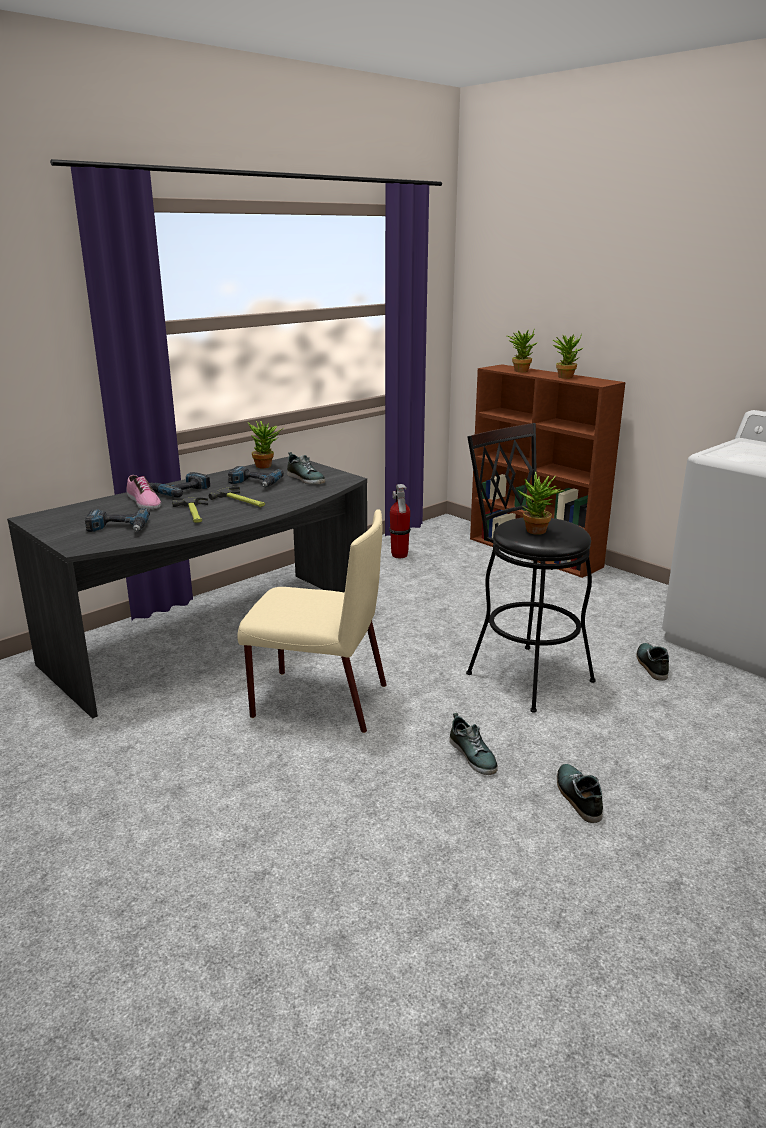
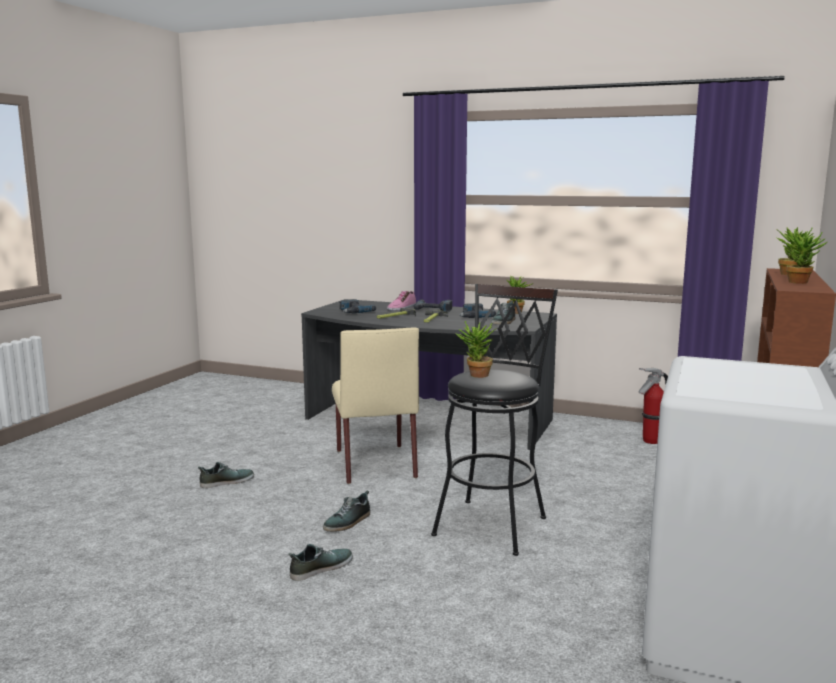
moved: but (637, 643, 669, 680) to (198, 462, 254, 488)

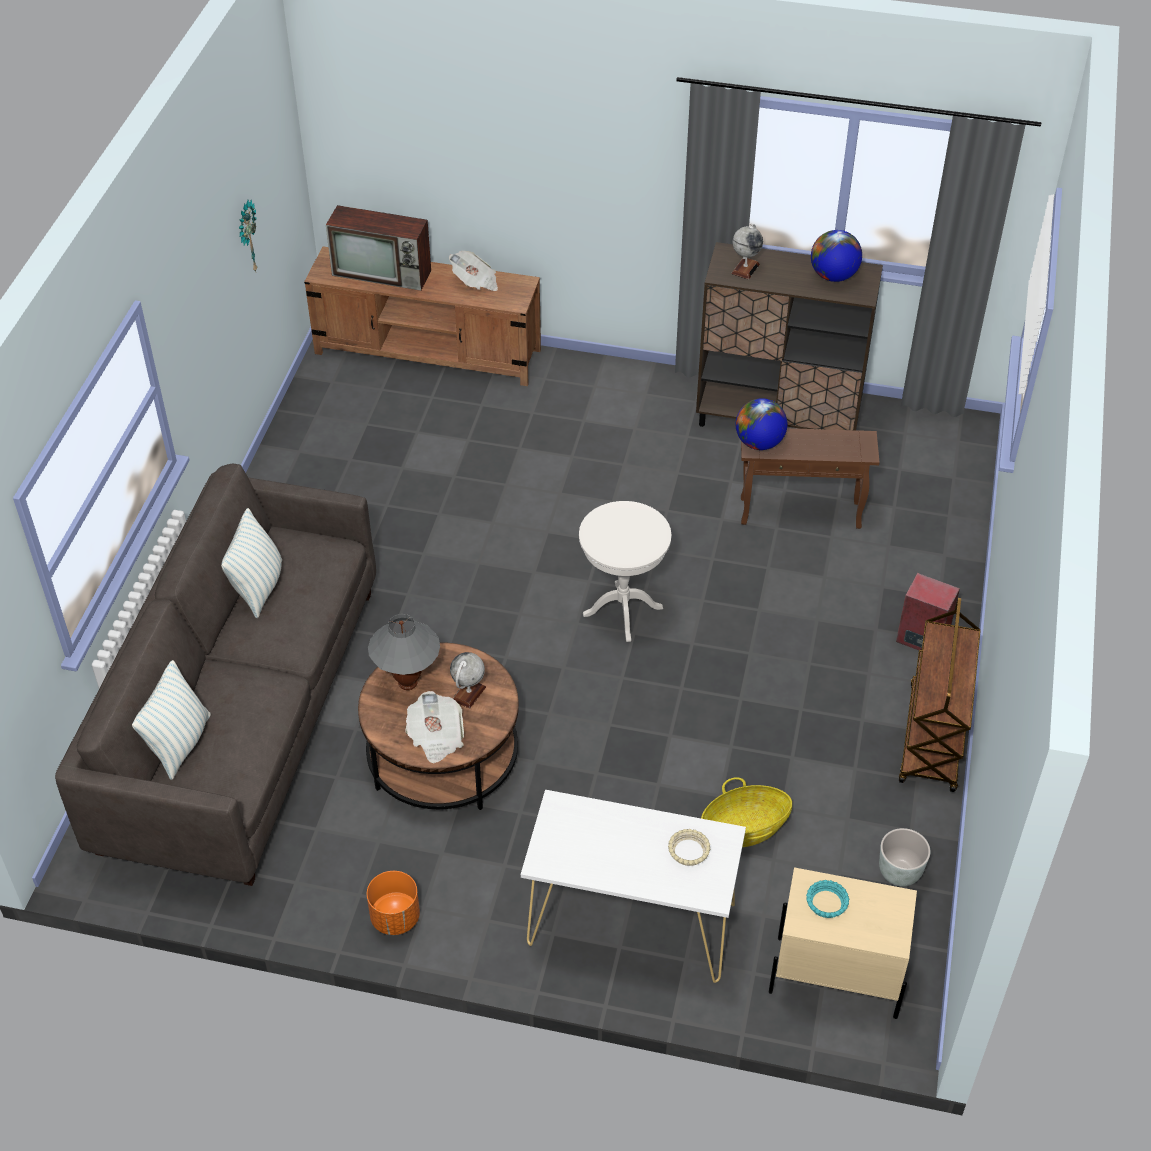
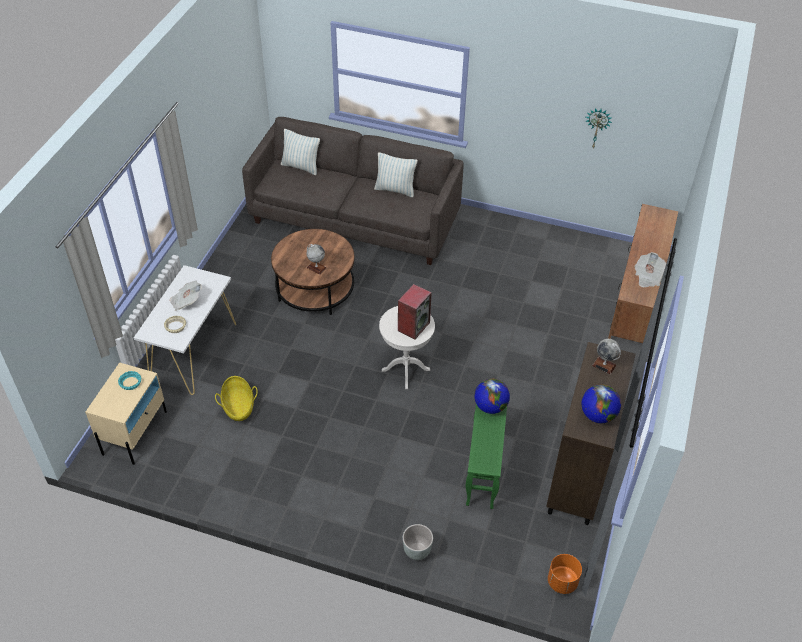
removed: telewizor (326, 205, 431, 291); lampa stołowa/szary (368, 614, 440, 690); wózek/brązowy (899, 597, 981, 792)
moved: donica/pomarańczowy (367, 871, 420, 935) to (548, 554, 582, 594); gazeta (405, 691, 464, 763) to (169, 280, 202, 311); donica/szary (879, 828, 930, 887) to (403, 524, 433, 560); głośnik (896, 573, 960, 650) to (398, 284, 432, 339)
recoloured: stolik/brązowy (741, 428, 880, 529) to stolik/zielony (466, 404, 507, 509)

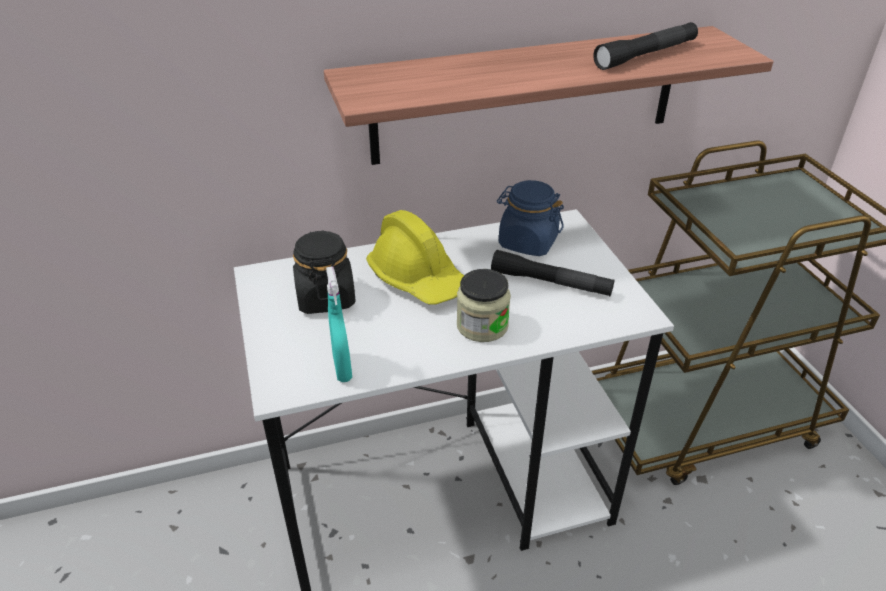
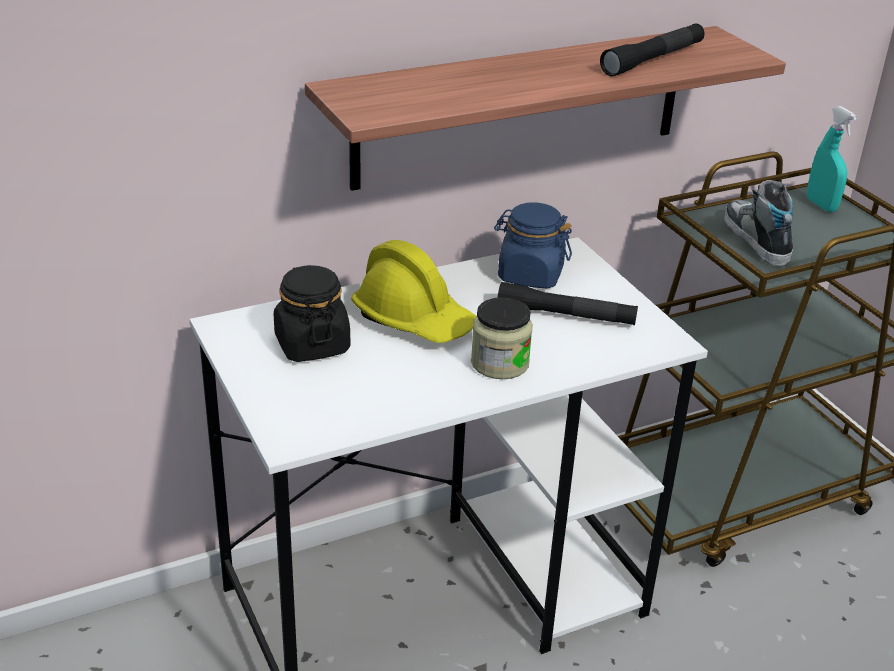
added: but (724, 180, 793, 266)
moved: spryskiwacz/turkusowy (326, 266, 352, 382) to (807, 106, 857, 212)

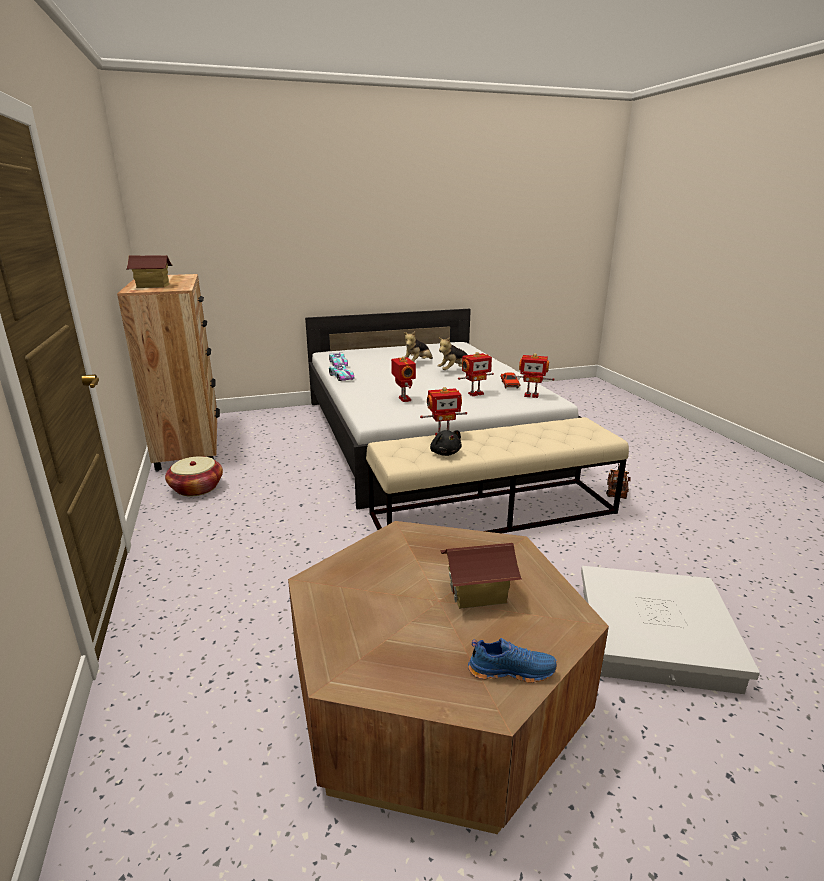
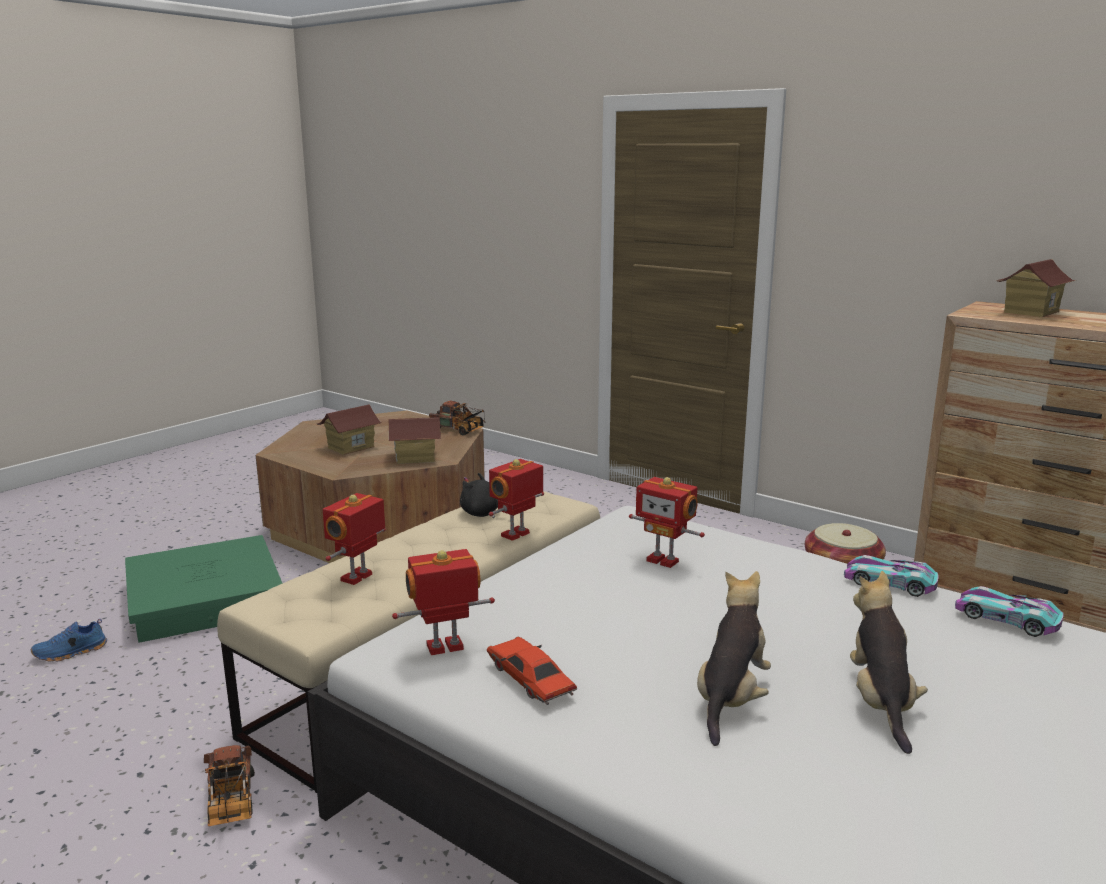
added: domek (388, 417, 441, 464); ciężarówka zabawkowa (429, 401, 486, 436)
moved: robot zabawkowy (458, 352, 494, 396) to (323, 493, 386, 585); but/niebieski (468, 638, 557, 683) to (31, 619, 107, 662)
recoloured: pojemnik do przechowywania/biały (581, 566, 760, 694) to pojemnik do przechowywania/zielony (125, 535, 282, 643)

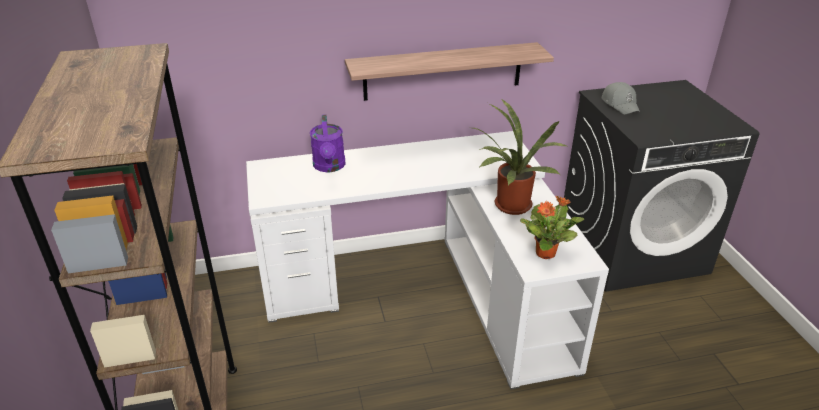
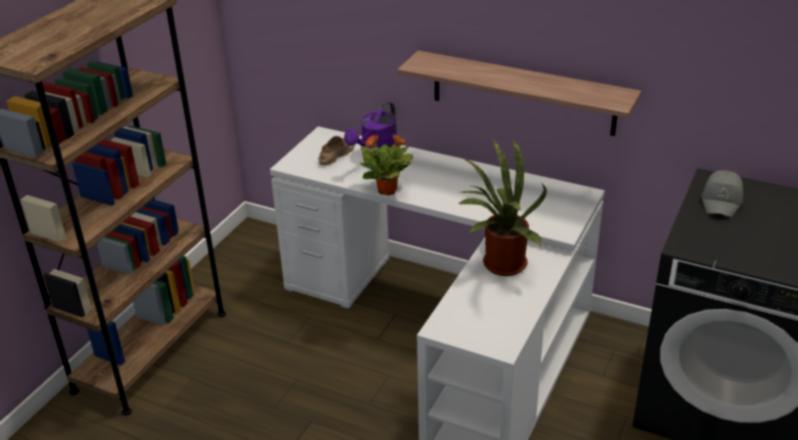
added: but/beżowy (318, 136, 355, 165)
moved: roślina doniczkowa (520, 195, 584, 259) to (360, 134, 413, 195)

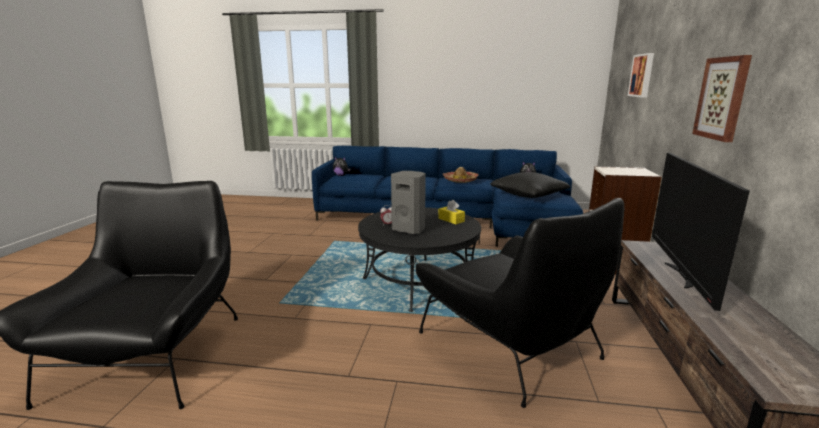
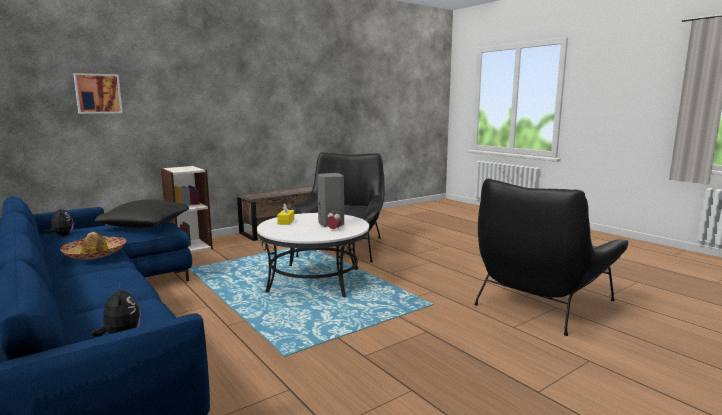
removed: telewizor (652, 153, 750, 311); obraz (692, 55, 752, 142)
recoloured: ława/czarny (358, 207, 481, 312) to ława/biały (257, 213, 369, 298)

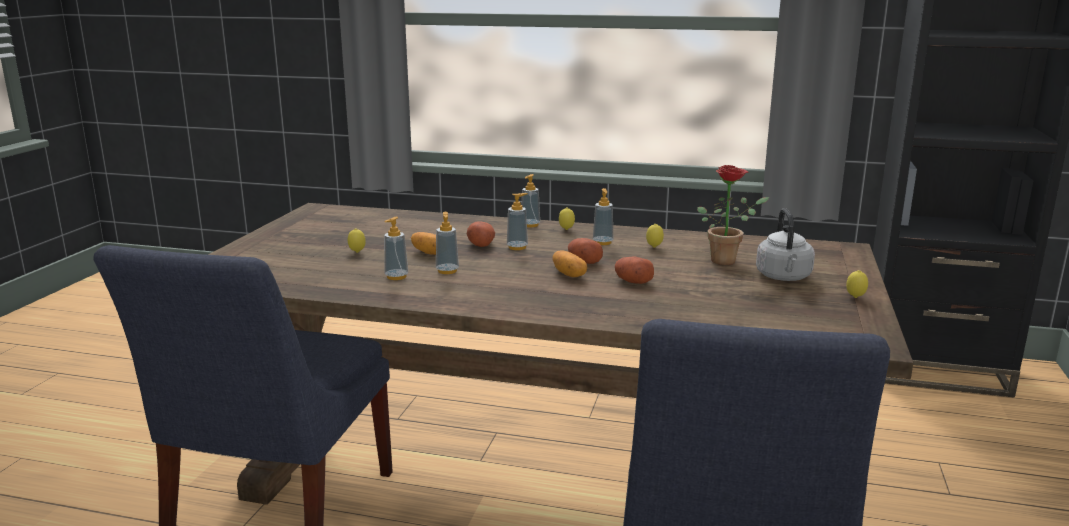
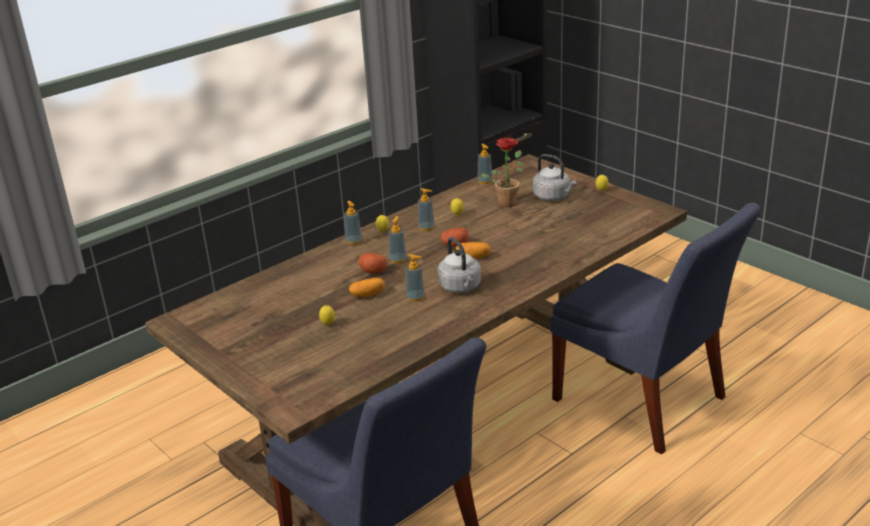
removed: ziemniak (615, 257, 654, 284)
added: czajnik/szary (438, 237, 481, 293)
moved: dozownik mydła (384, 217, 408, 280) to (478, 144, 493, 184)

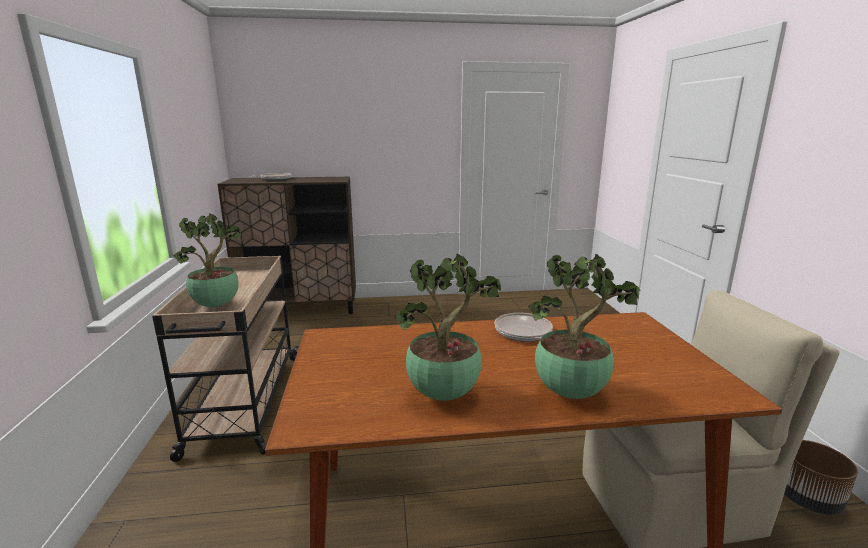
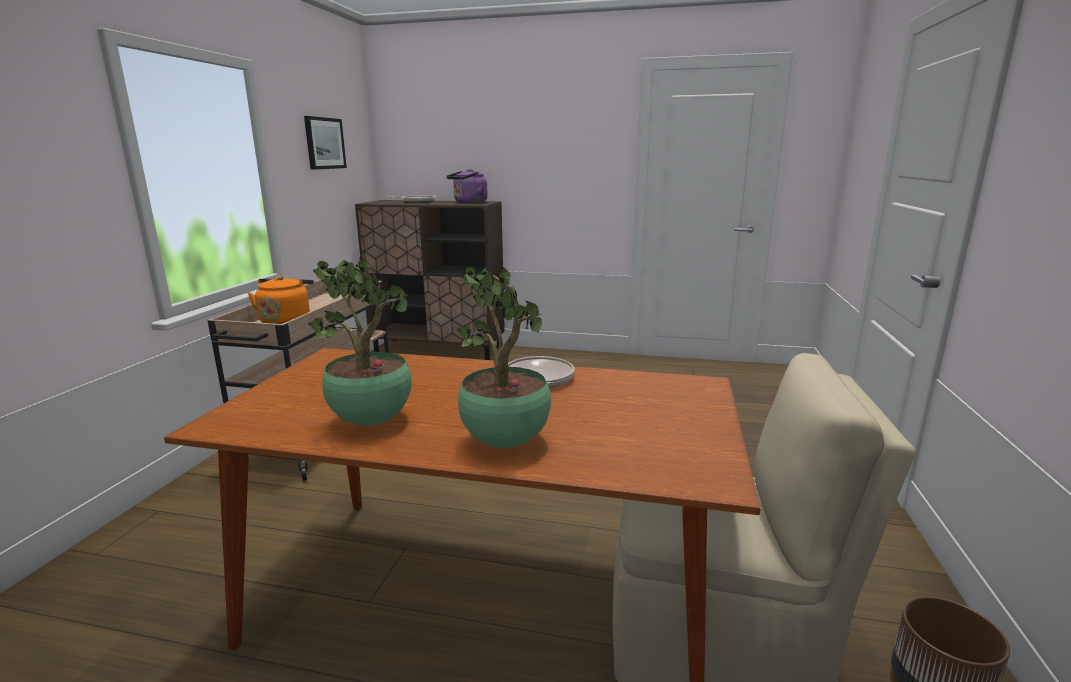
added: obraz (304, 116, 347, 170); czajnik/fioletowy (447, 169, 487, 204)
replaced: roślina doniczkowa (173, 213, 241, 307) to czajnik/pomarańczowy (248, 276, 314, 324)

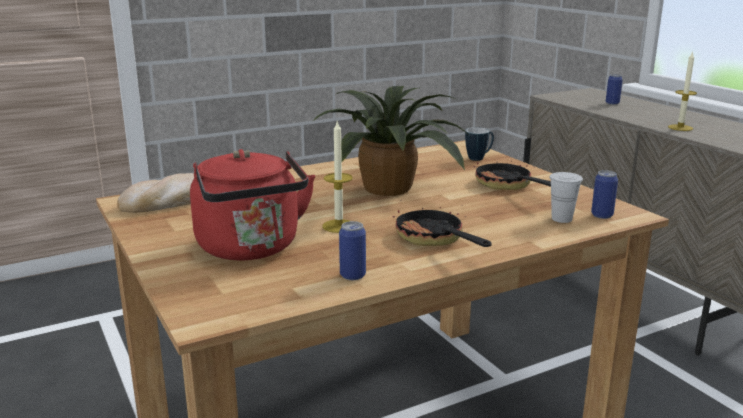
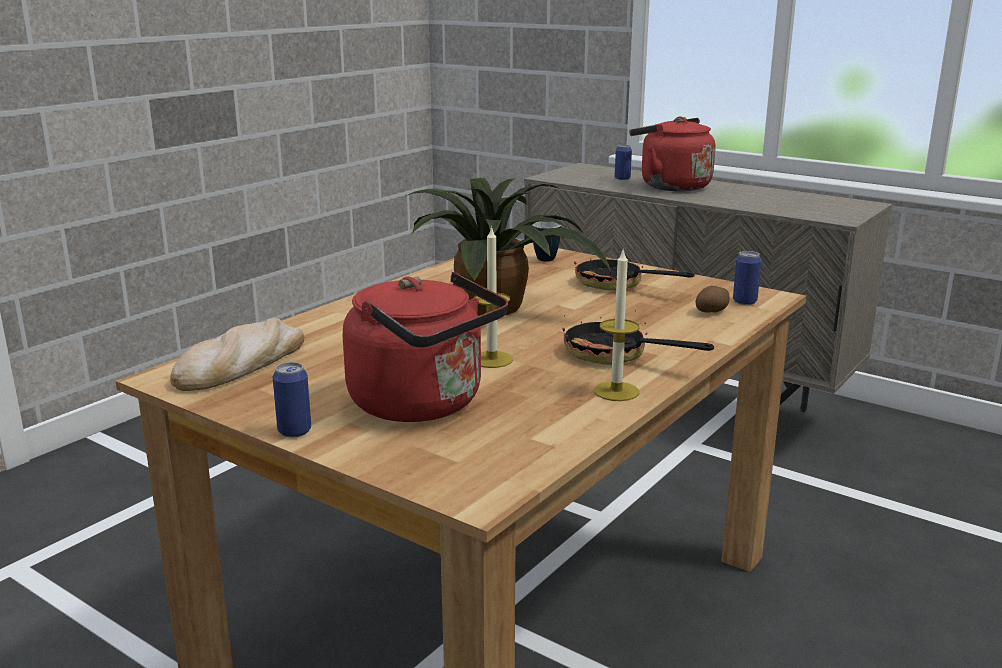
added: czajnik/czerwony (629, 116, 715, 191)
moved: puszka (339, 221, 366, 280) to (273, 362, 311, 437); świeca (668, 51, 697, 131) to (594, 250, 639, 401)
replaced: filiżanka/biały (549, 172, 583, 223) to ziemniak (696, 286, 730, 313)

